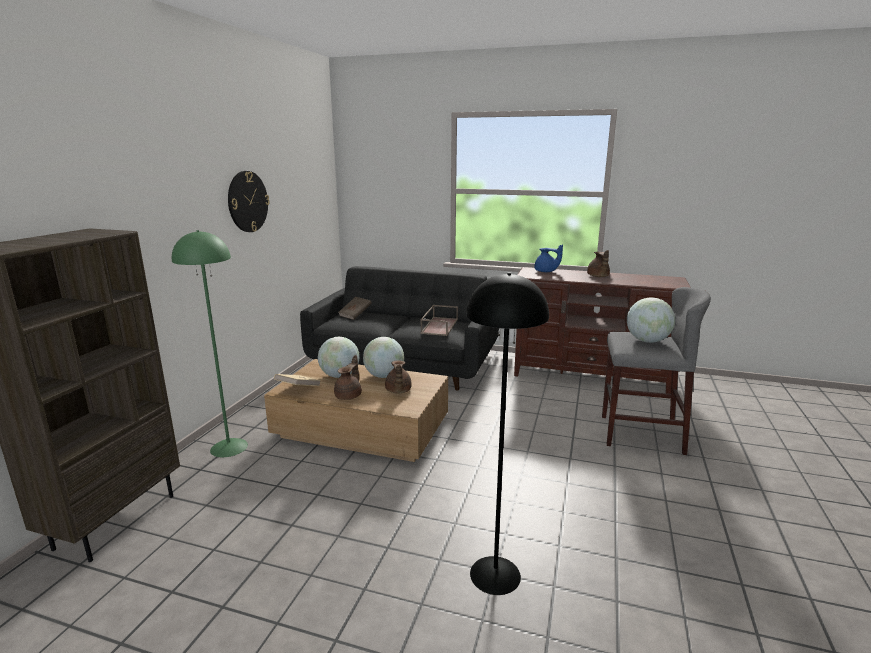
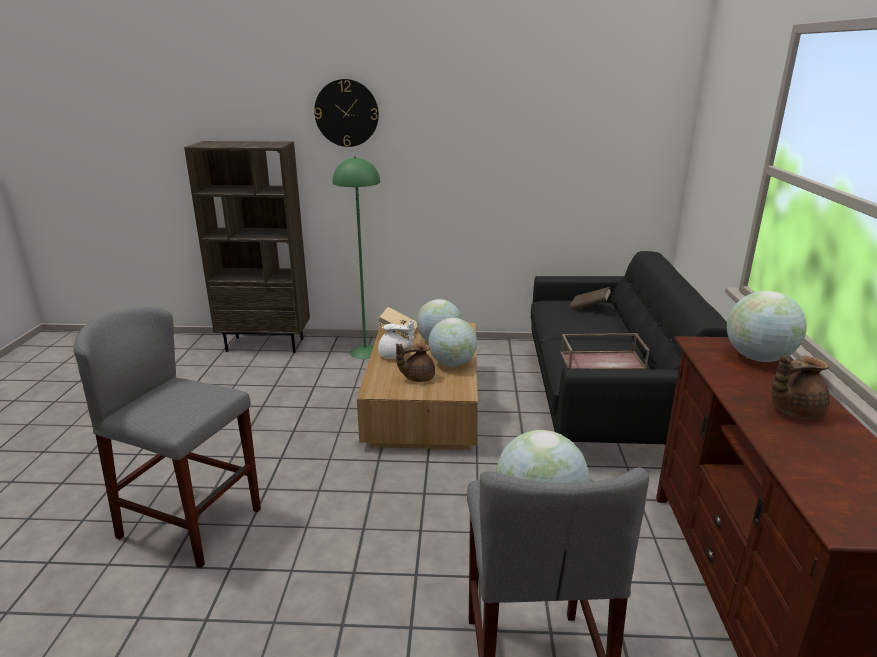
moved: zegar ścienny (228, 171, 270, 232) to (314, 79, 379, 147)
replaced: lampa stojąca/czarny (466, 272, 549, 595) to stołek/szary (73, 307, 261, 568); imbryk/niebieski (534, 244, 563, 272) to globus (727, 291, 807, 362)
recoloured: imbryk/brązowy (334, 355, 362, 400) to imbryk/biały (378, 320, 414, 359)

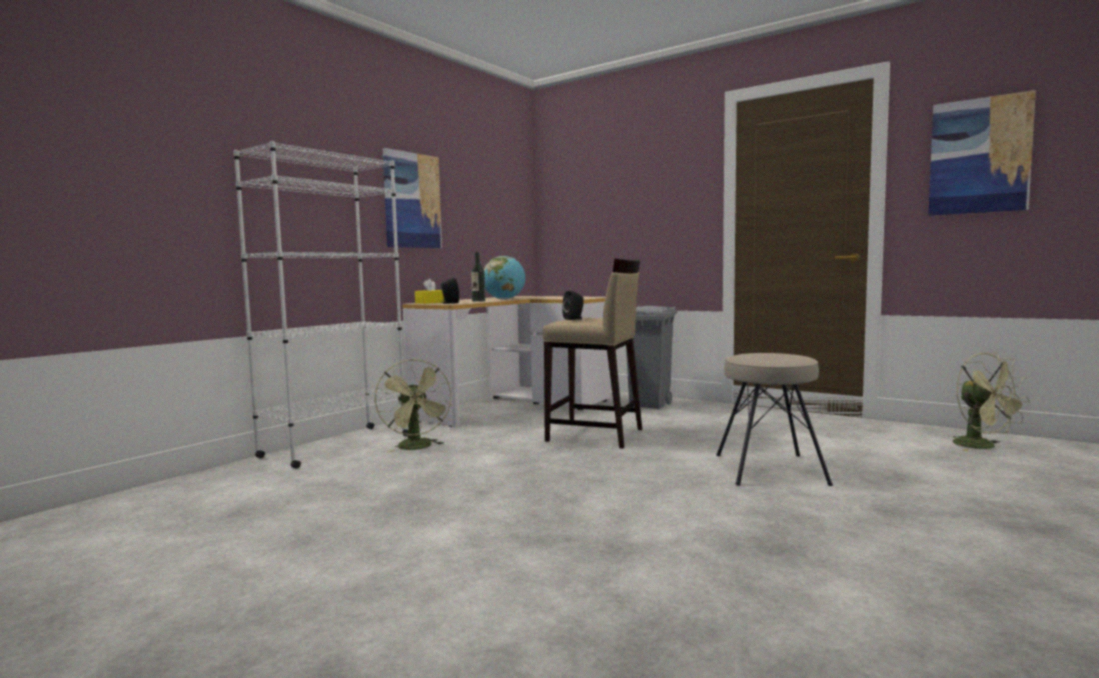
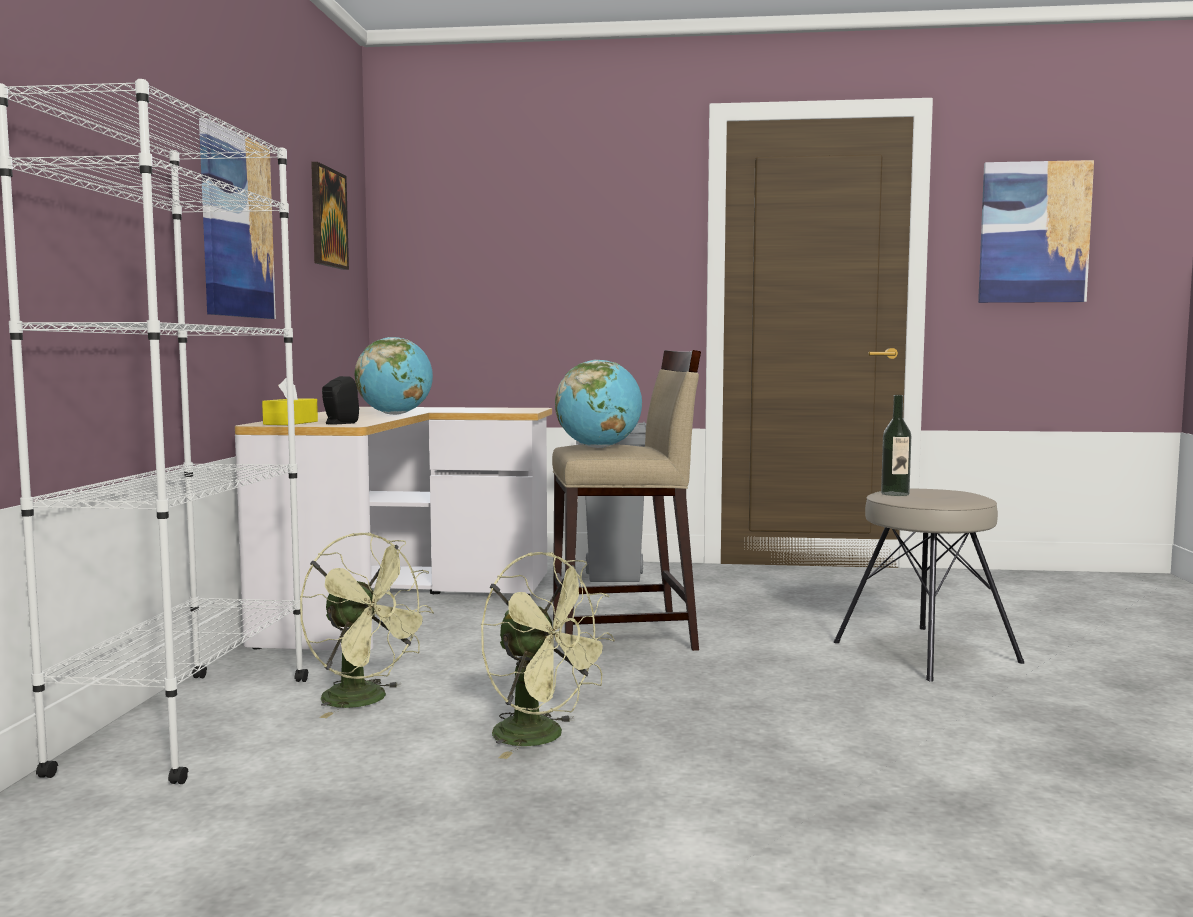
added: obraz (311, 162, 349, 270)
moved: butelka (471, 252, 485, 302) to (881, 395, 911, 496); wentylator/zielony (953, 352, 1030, 451) to (480, 552, 615, 759)
replaced: głośnik/czarny (562, 291, 584, 320) to globus (555, 360, 642, 448)

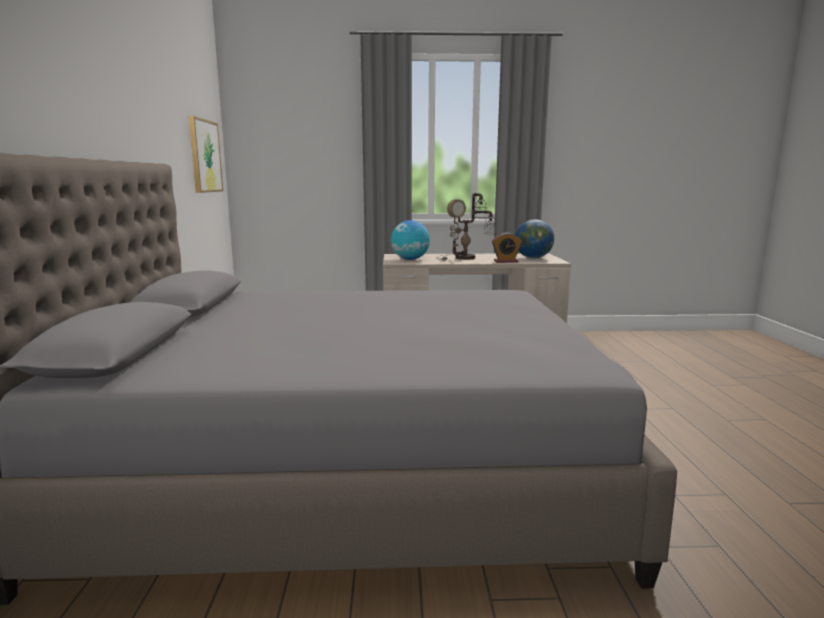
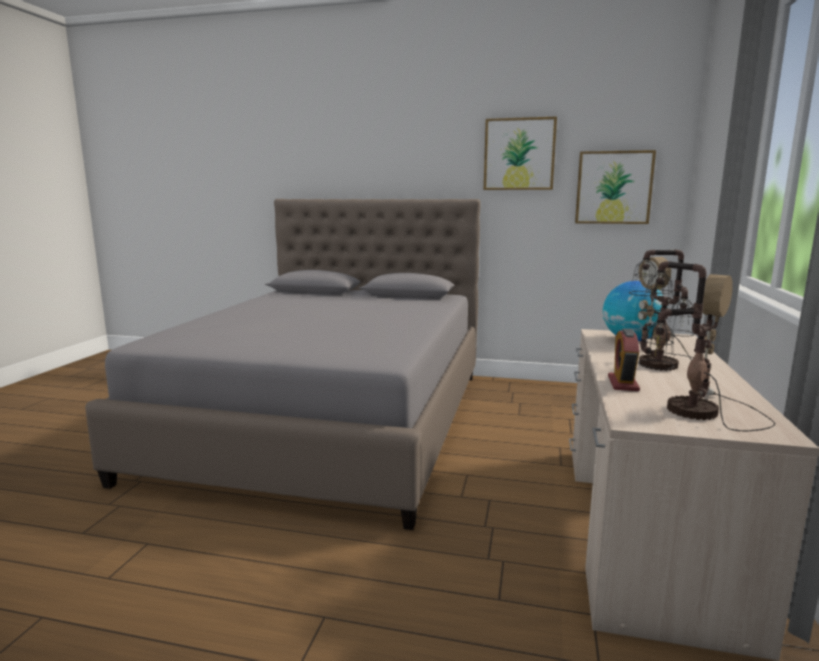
added: obraz (484, 117, 557, 190)
replaced: globus (515, 220, 554, 258) to lampa stołowa (638, 261, 775, 431)

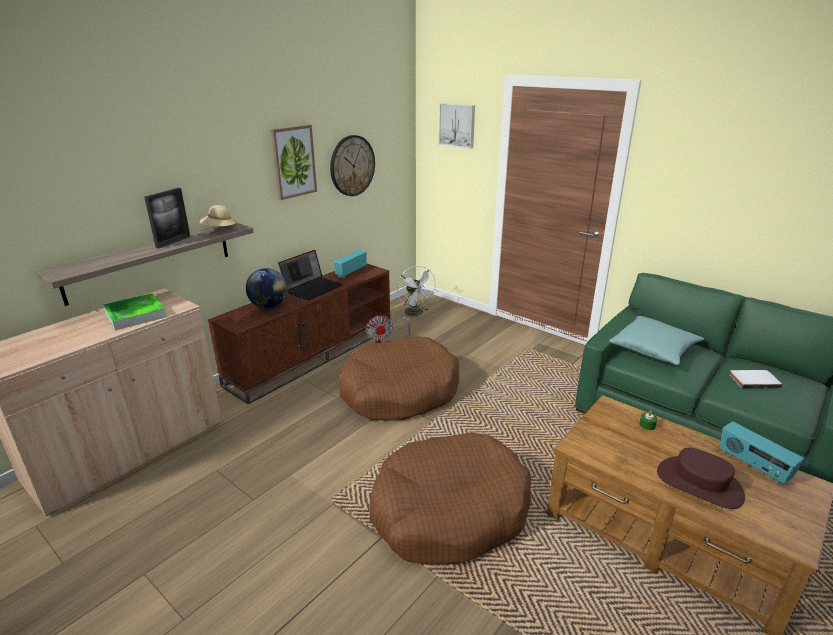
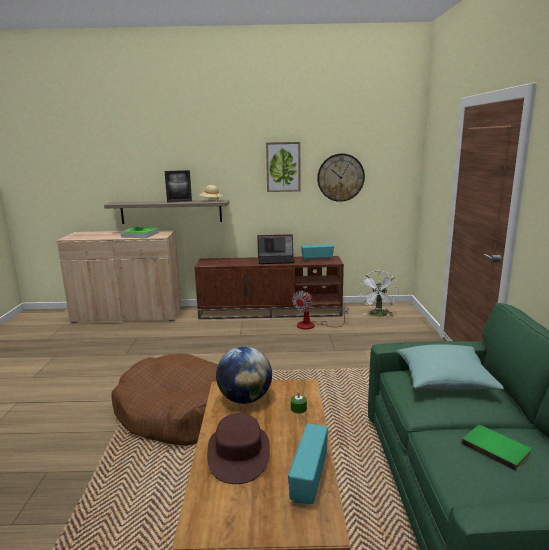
removed: legowisko/brązowy (339, 336, 460, 420); obraz (439, 103, 475, 149)
moved: globus (246, 268, 287, 309) to (216, 346, 272, 404)
recoloured: książka/biały (729, 370, 783, 388) to książka/zielony (461, 425, 532, 471)

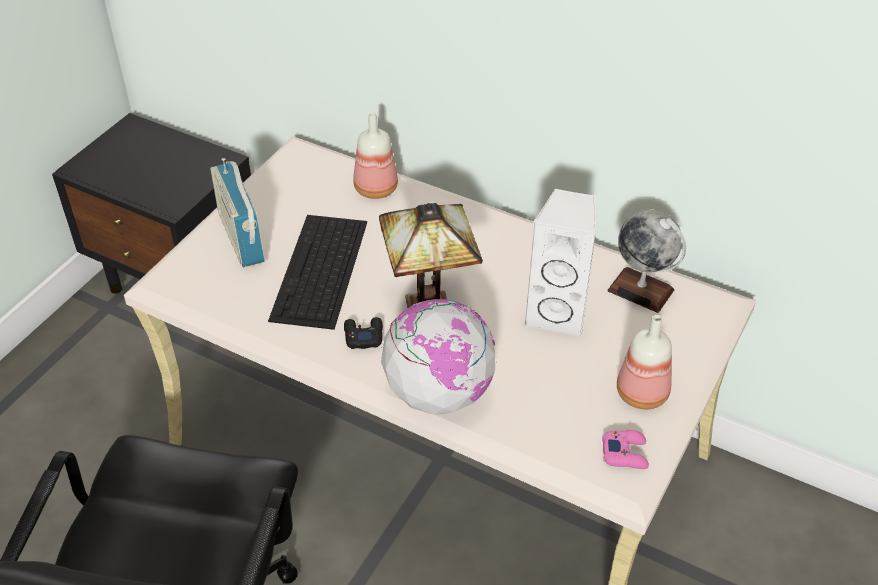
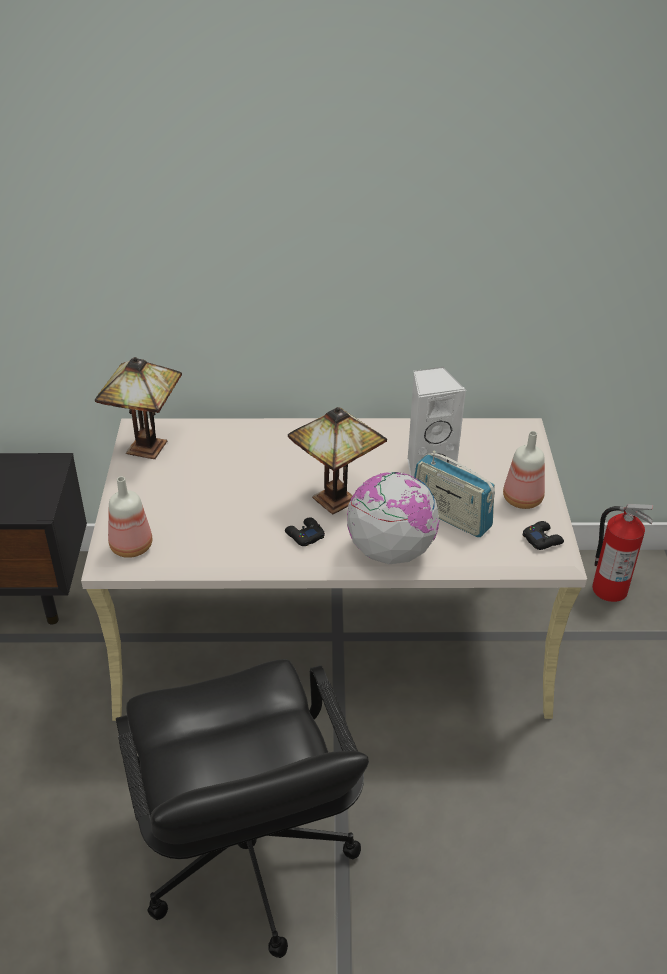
removed: klawiatura (268, 215, 367, 330); globus (607, 209, 686, 313)
added: lampa stołowa (95, 357, 182, 459); gaśnica (592, 504, 653, 602)
moved: radio (210, 158, 265, 268) to (414, 451, 495, 537); butelka (353, 112, 398, 199) to (108, 477, 152, 558)
recoloured: pad do gier/różowy (602, 430, 649, 469) to pad do gier/czarny (522, 521, 564, 550)

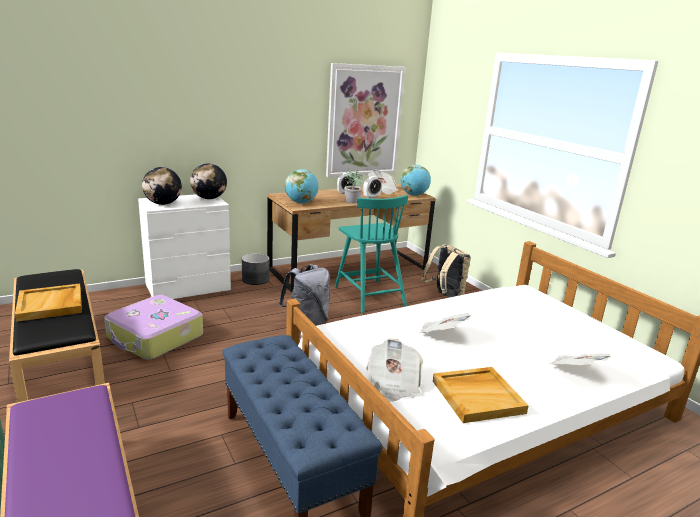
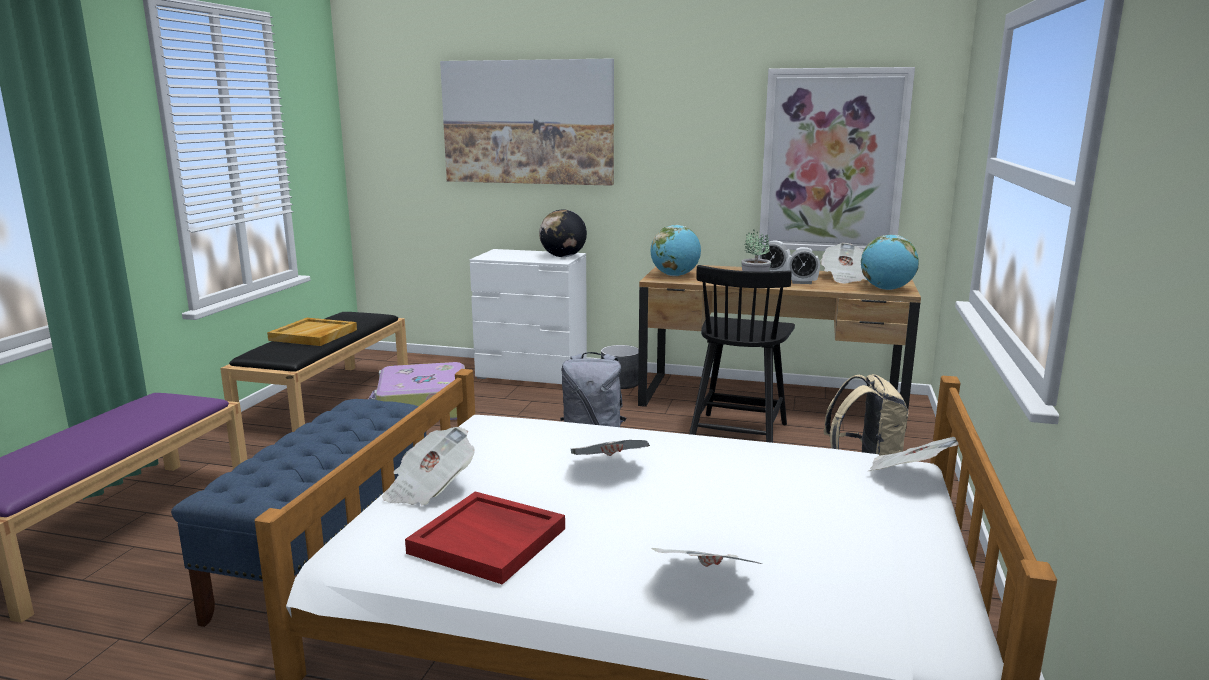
removed: globus (142, 167, 182, 205)
added: obraz (440, 58, 614, 186); gazeta (869, 437, 959, 471)
recoloured: krzesło/turkusowy (335, 195, 408, 313) to krzesło/czarny (690, 265, 795, 443); taca/beżowy (433, 367, 529, 423) to taca/czerwony (405, 491, 565, 585)

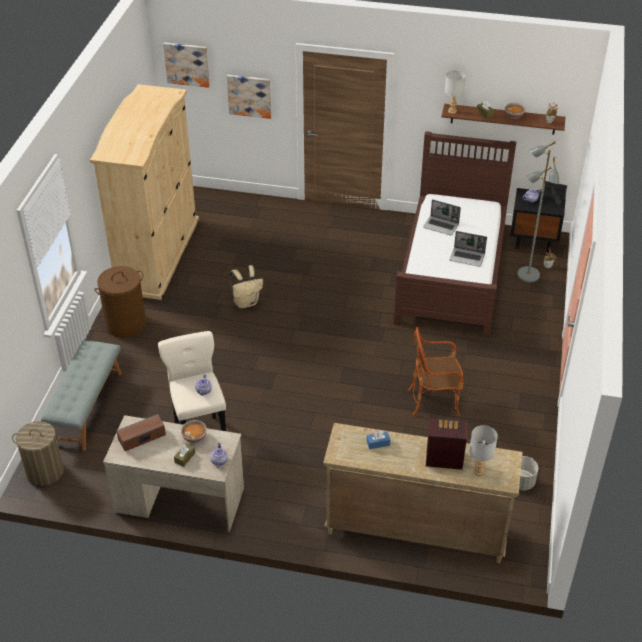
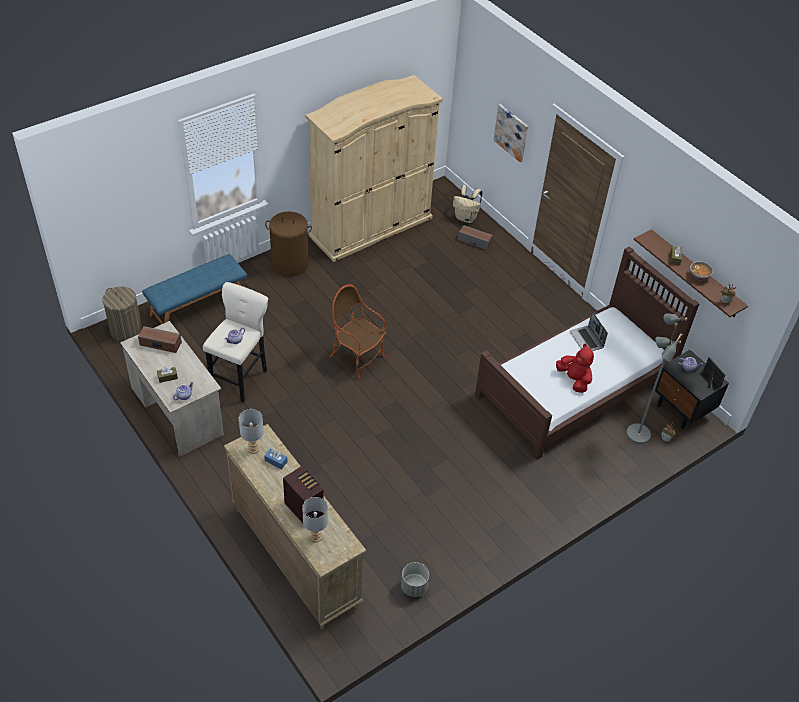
removed: obraz (163, 43, 210, 88); miska (181, 420, 207, 443)
added: głośnik (458, 225, 492, 250)
moved: plecak/beżowy (229, 265, 263, 309) to (453, 185, 483, 223); fotel (408, 327, 464, 416) to (330, 284, 386, 380); lampa stołowa/szary (445, 70, 466, 114) to (239, 409, 264, 454)
replaced: laptop (450, 231, 487, 267) to pluszak/czerwony (556, 343, 594, 393)
recoloured: ławka/szary (41, 340, 122, 451) to ławka/niebieski (142, 254, 247, 324)

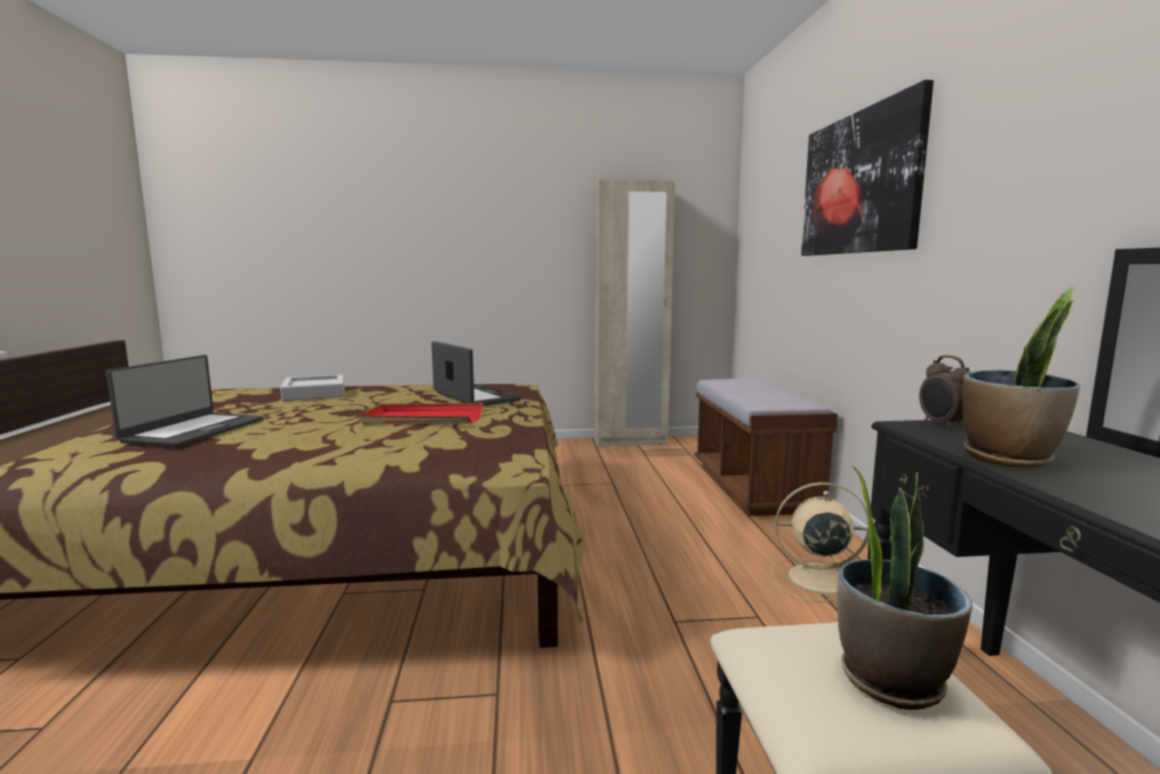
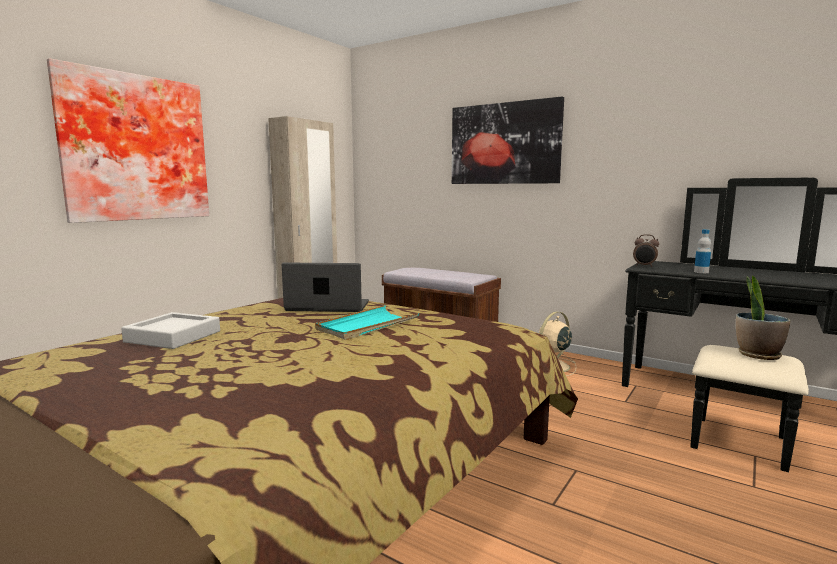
removed: laptop (106, 355, 263, 447)
added: obraz (47, 58, 209, 223)
replaced: roślina doniczkowa (962, 286, 1080, 468) to butelka (694, 229, 711, 273)
recoloured: taca/czerwony (360, 403, 484, 425) to taca/turkusowy (315, 305, 419, 340)

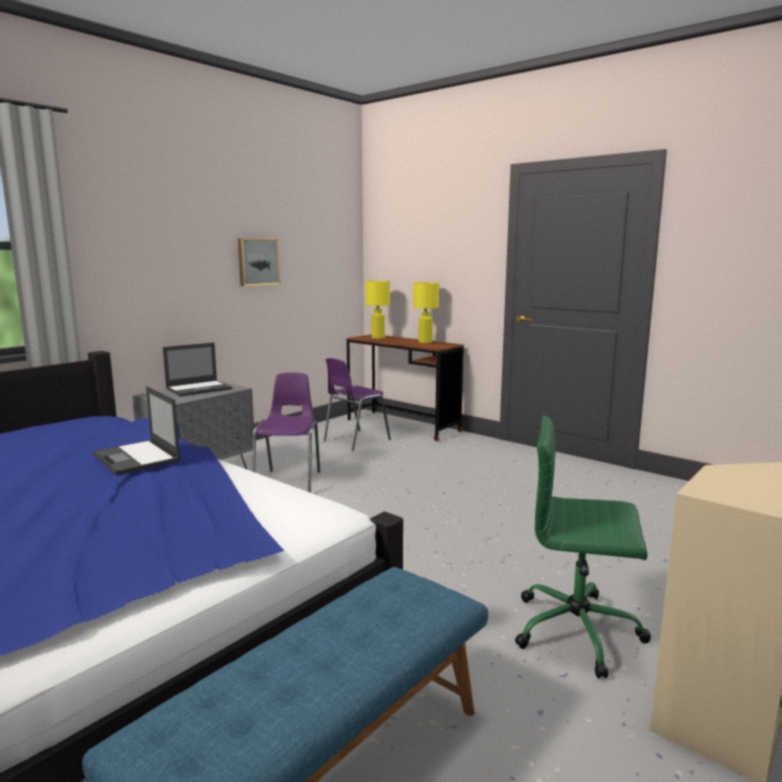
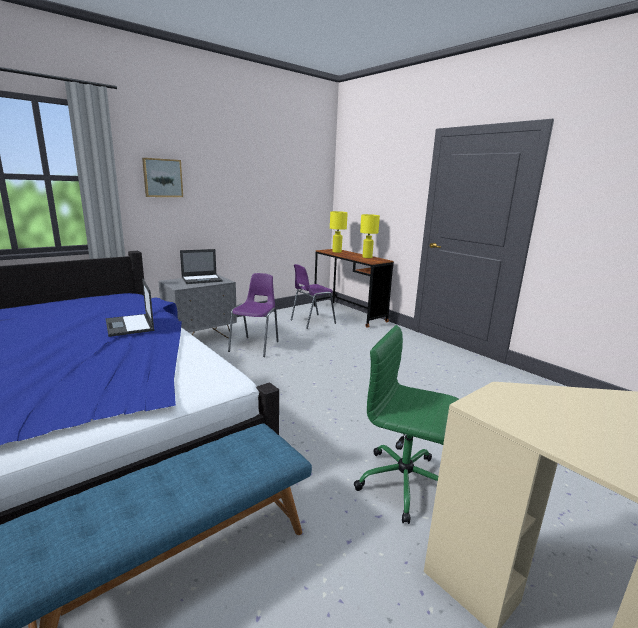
moved: obraz (238, 238, 280, 286) to (142, 158, 183, 197)

